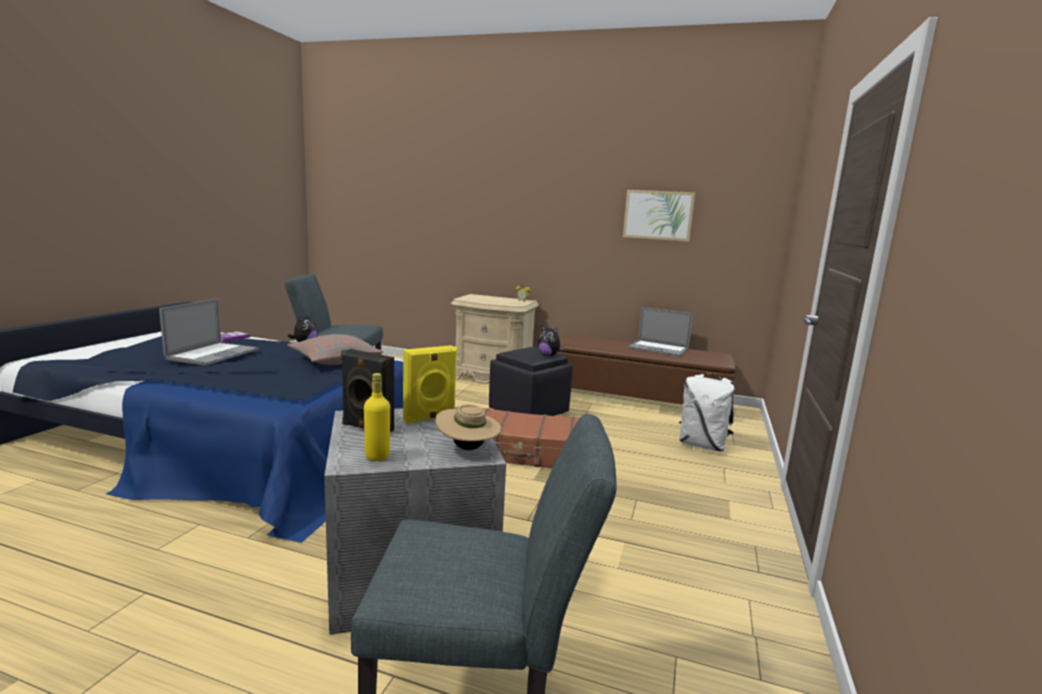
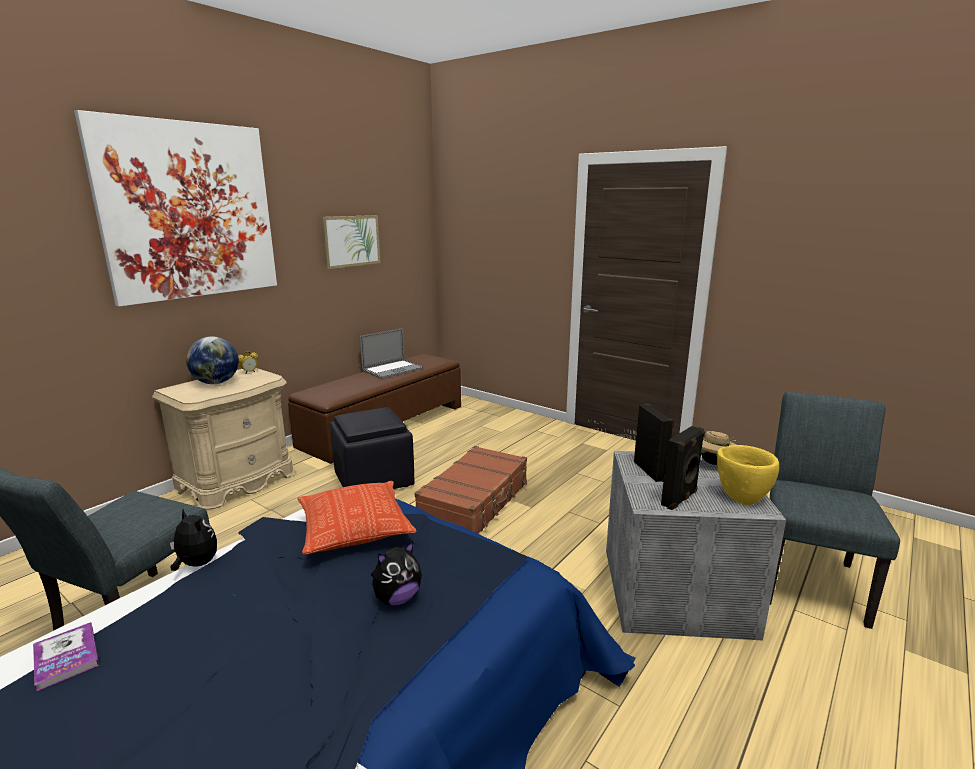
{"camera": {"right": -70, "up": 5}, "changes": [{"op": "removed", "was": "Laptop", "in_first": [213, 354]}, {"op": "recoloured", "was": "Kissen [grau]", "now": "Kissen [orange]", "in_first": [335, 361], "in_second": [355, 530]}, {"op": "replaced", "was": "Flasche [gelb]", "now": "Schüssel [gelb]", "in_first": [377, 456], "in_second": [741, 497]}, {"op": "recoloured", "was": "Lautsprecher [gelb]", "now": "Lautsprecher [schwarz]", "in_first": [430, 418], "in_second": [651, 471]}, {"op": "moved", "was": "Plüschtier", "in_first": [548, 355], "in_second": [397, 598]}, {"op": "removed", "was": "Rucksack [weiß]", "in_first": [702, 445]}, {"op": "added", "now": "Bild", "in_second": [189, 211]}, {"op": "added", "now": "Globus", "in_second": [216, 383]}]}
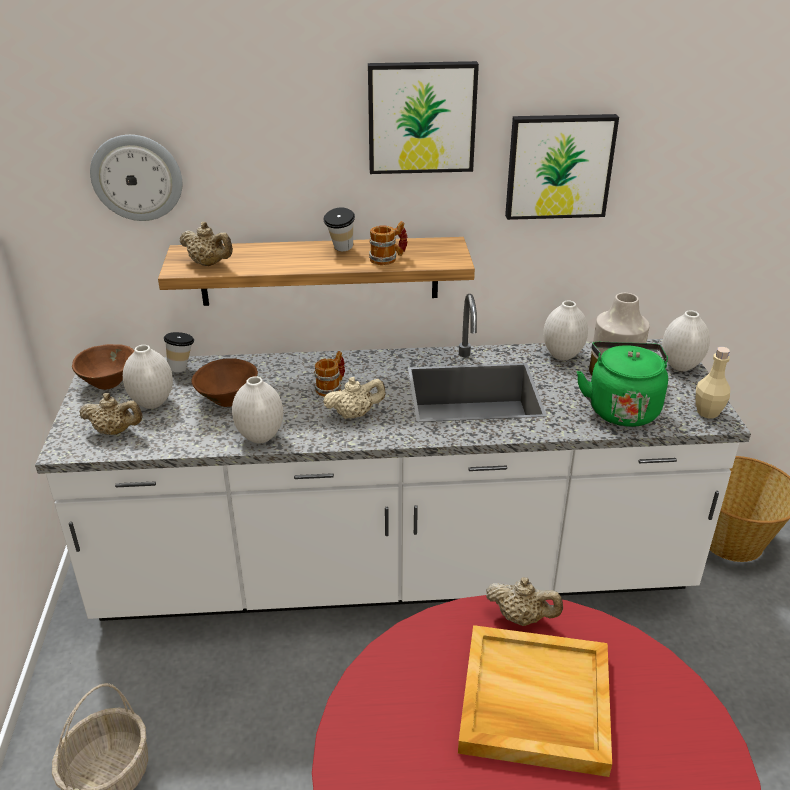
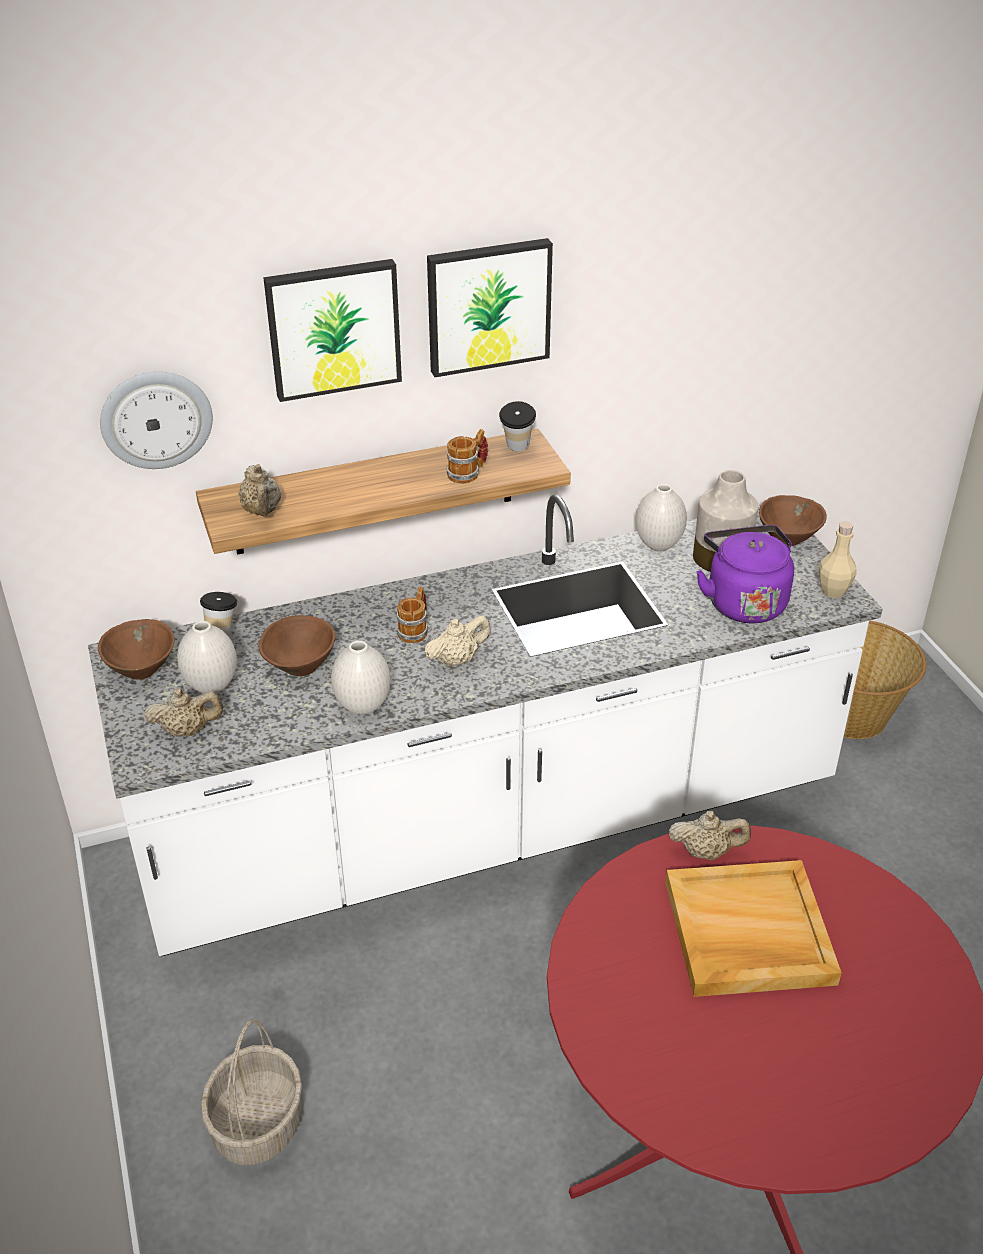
{"camera": {"right": -15, "up": 5}, "changes": [{"op": "turned", "was": "Teekanne [beige]", "in_first": [209, 264], "in_second": [262, 511], "clockwise": 60}, {"op": "moved", "was": "Tasse", "in_first": [340, 250], "in_second": [517, 450]}, {"op": "moved", "was": "Bild", "in_first": [559, 166], "in_second": [333, 328]}, {"op": "recoloured", "was": "Wasserkessel [grün]", "now": "Wasserkessel [lila]", "in_first": [621, 408], "in_second": [743, 601]}, {"op": "replaced", "was": "Vase [weiß]", "now": "Schüssel [braun]", "in_first": [679, 366], "in_second": [788, 538]}]}
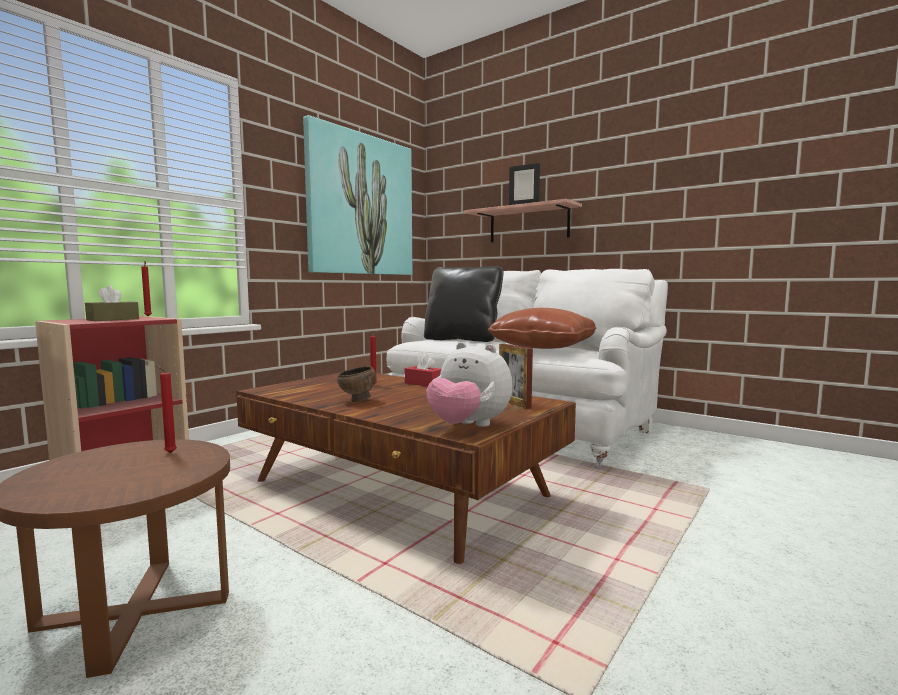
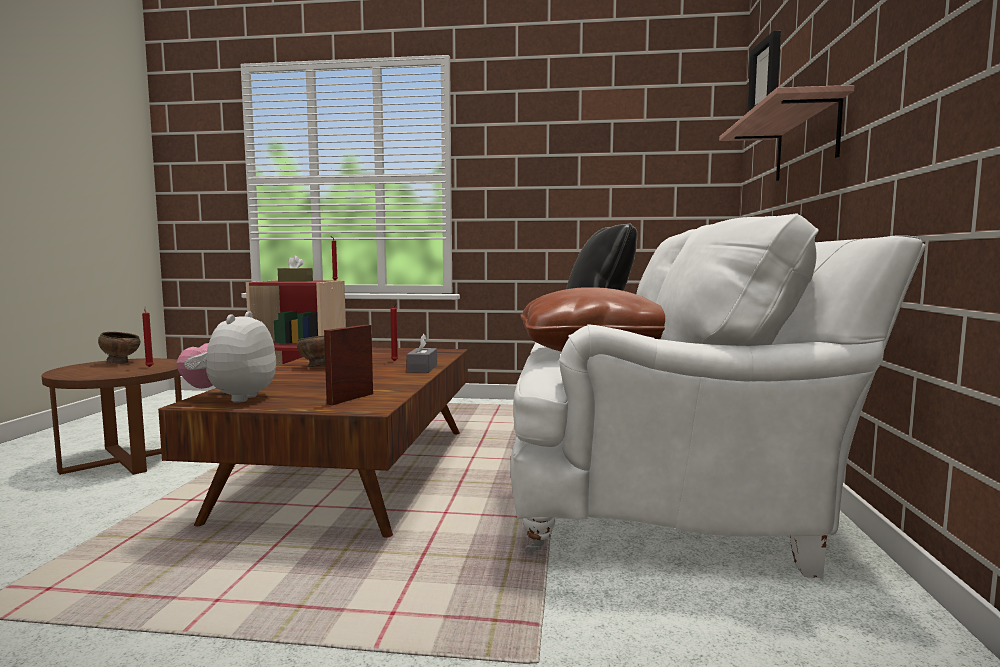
{"camera": {"right": 60, "up": 0}, "changes": [{"op": "removed", "was": "Bild", "in_first": [360, 205]}, {"op": "recoloured", "was": "Taschentuchbox [rot]", "now": "Taschentuchbox [grau]", "in_first": [424, 383], "in_second": [422, 368]}, {"op": "added", "now": "Schüssel [braun]", "in_second": [121, 362]}]}
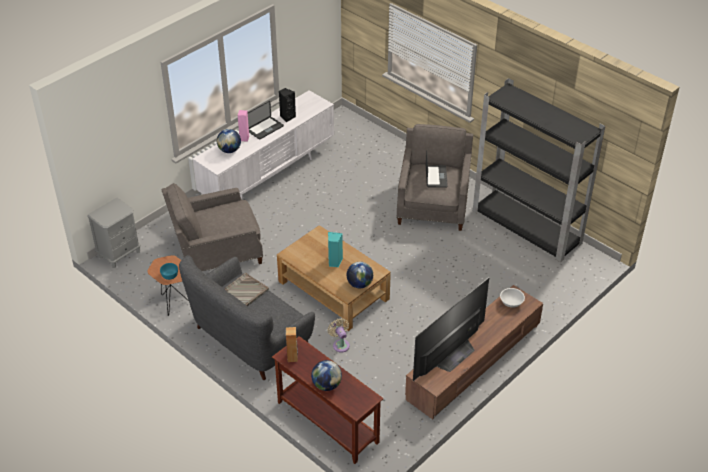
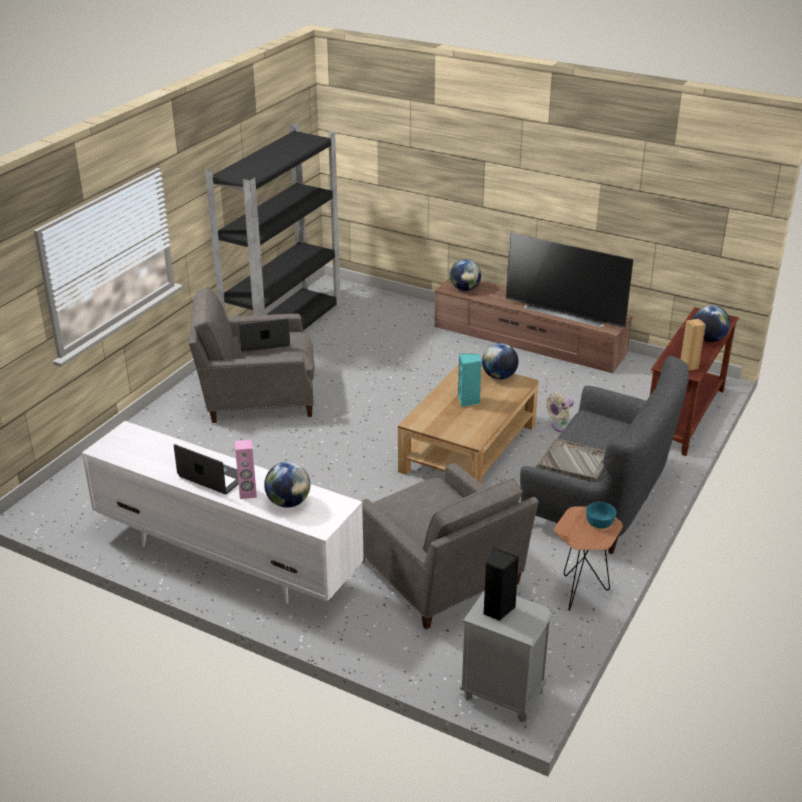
{"camera": {"right": -105, "up": -10}, "changes": [{"op": "moved", "was": "Lautsprecher [schwarz]", "in_first": [287, 117], "in_second": [497, 609]}, {"op": "replaced", "was": "Schüssel [weiß]", "now": "Globus", "in_first": [511, 303], "in_second": [465, 289]}]}
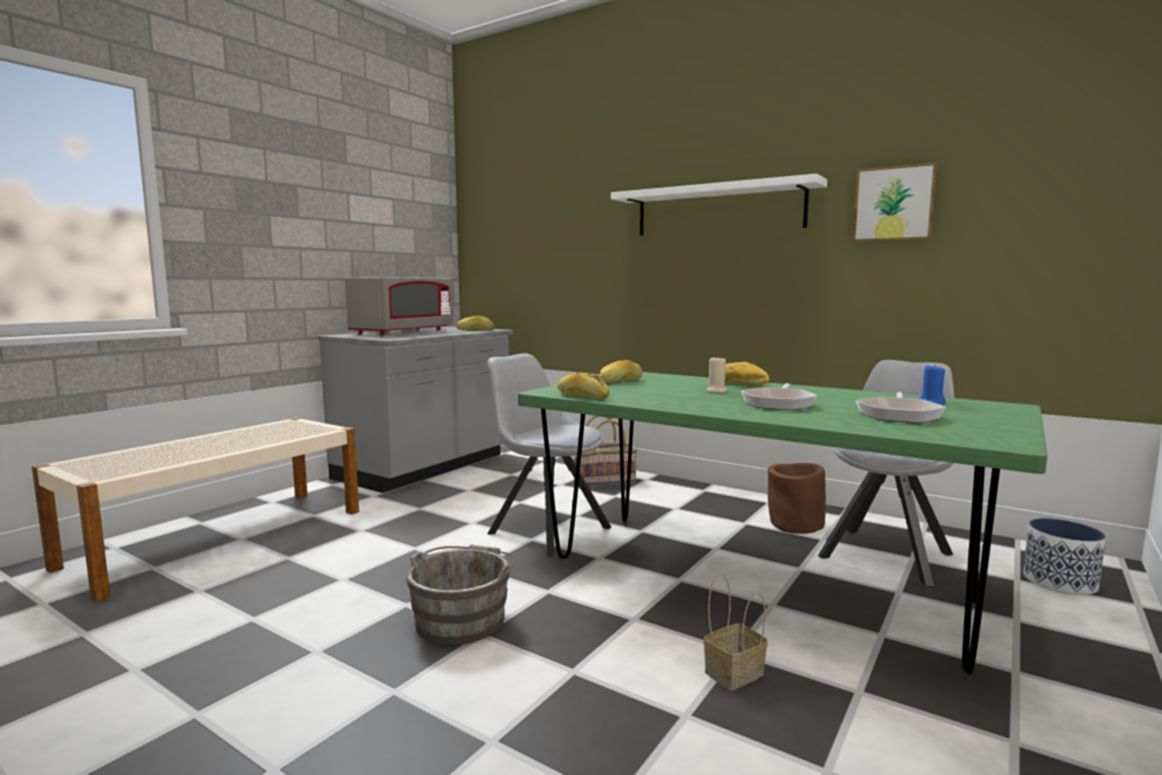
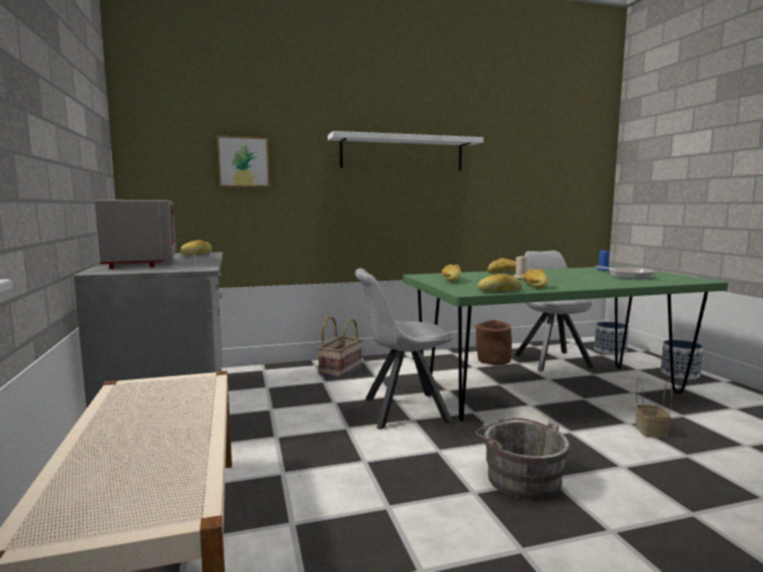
{"camera": {"right": -50, "up": 0}, "changes": [{"op": "removed", "was": "Pfanne", "in_first": [779, 403]}, {"op": "moved", "was": "Bild", "in_first": [894, 204], "in_second": [243, 162]}, {"op": "added", "now": "Brot", "in_second": [534, 286]}, {"op": "added", "now": "Pflanzkübel", "in_second": [680, 374]}]}
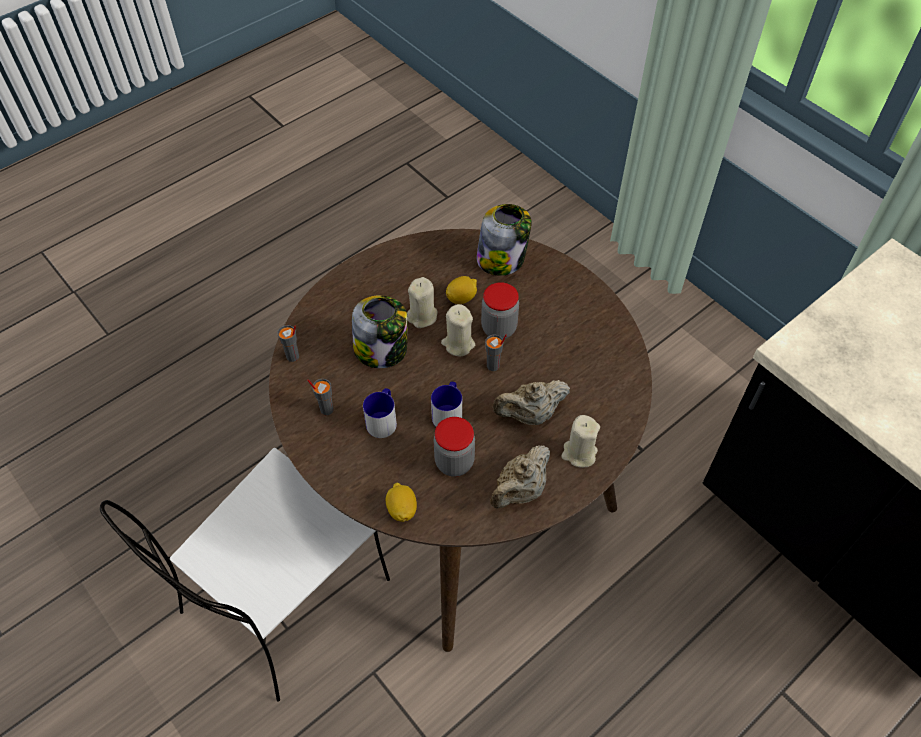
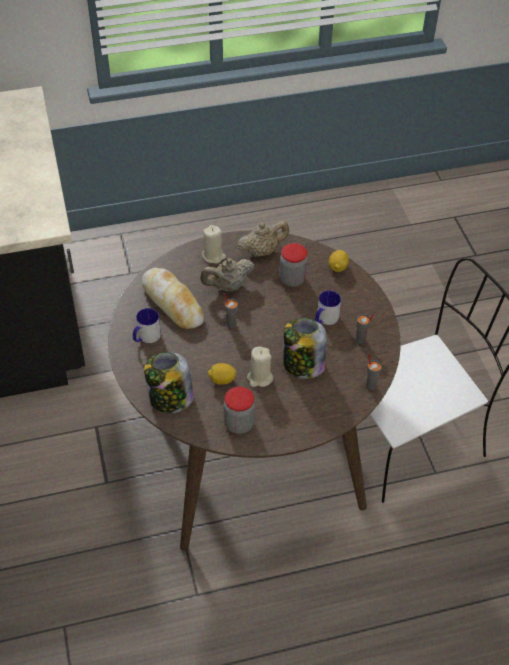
{"camera": {"right": -155, "up": -5}, "changes": [{"op": "moved", "was": "Henkelbecher", "in_first": [448, 412], "in_second": [146, 337]}, {"op": "removed", "was": "Kerze [beige]", "in_first": [458, 344]}, {"op": "moved", "was": "Vorratsglas", "in_first": [499, 328], "in_second": [239, 423]}, {"op": "turned", "was": "Teekanne [beige]", "in_first": [530, 414], "in_second": [227, 286], "clockwise": 150}, {"op": "added", "now": "Brot", "in_second": [172, 303]}]}
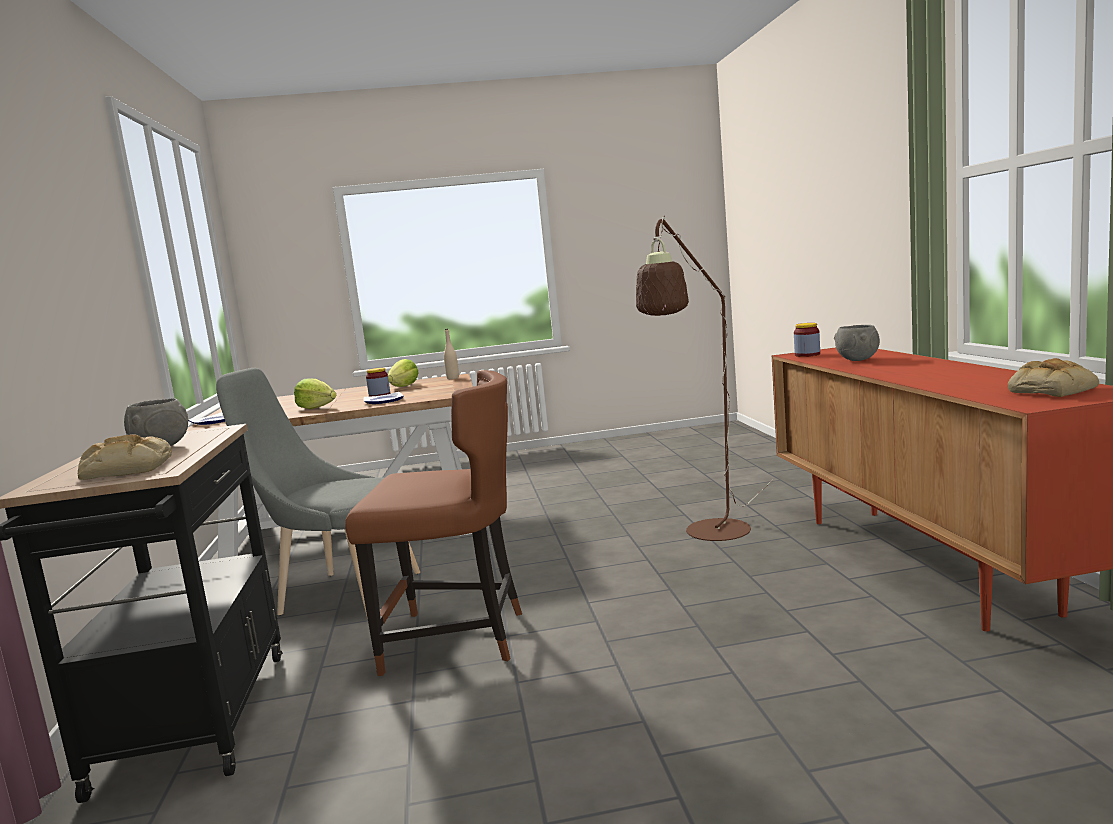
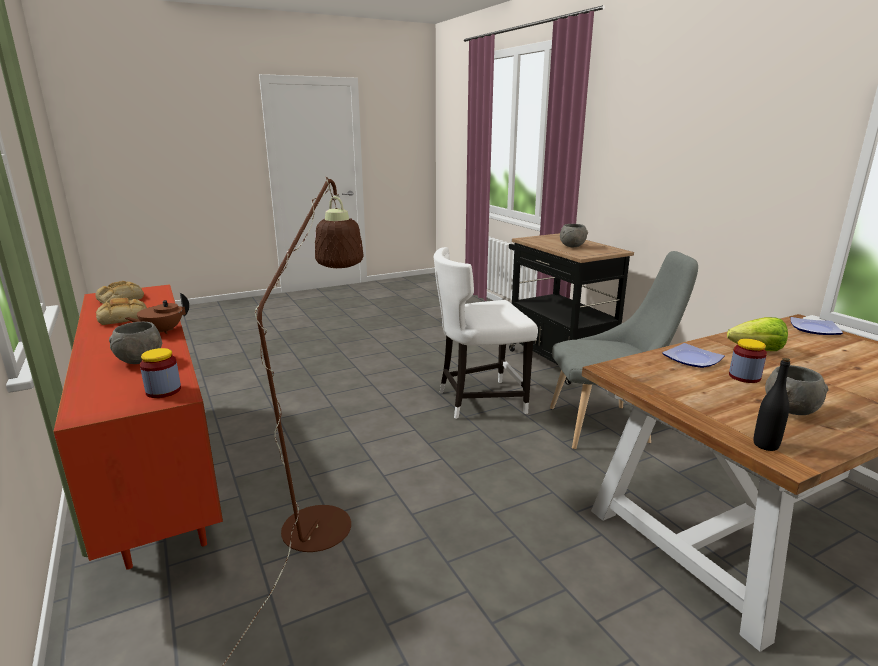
{"camera": {"right": 160, "up": 10}, "changes": [{"op": "moved", "was": "Brot", "in_first": [125, 470], "in_second": [123, 317]}, {"op": "recoloured", "was": "Stuhl [braun]", "now": "Stuhl [weiß]", "in_first": [458, 639], "in_second": [479, 400]}, {"op": "replaced", "was": "Salatkopf", "now": "Schüssel [grau]", "in_first": [404, 386], "in_second": [789, 411]}, {"op": "recoloured", "was": "Flasche [beige]", "now": "Flasche [schwarz]", "in_first": [453, 378], "in_second": [765, 445]}, {"op": "added", "now": "Teekanne [braun]", "in_second": [162, 331]}]}
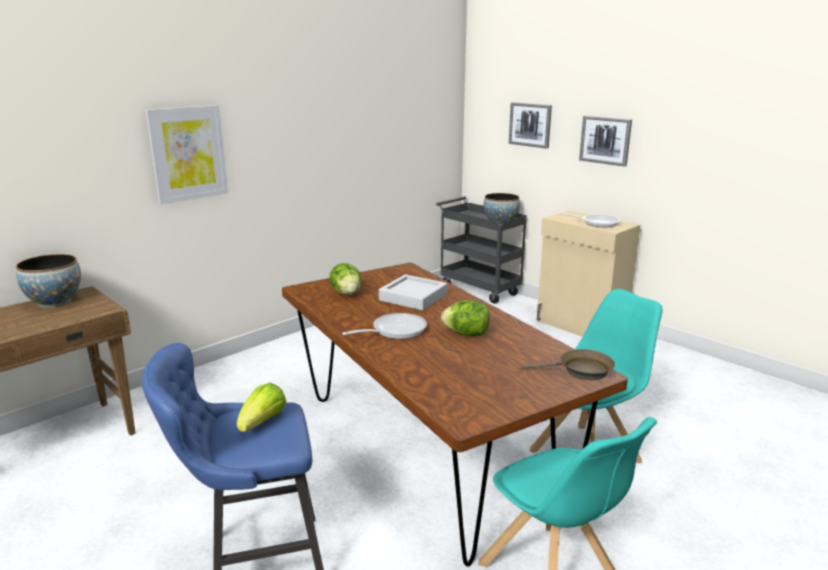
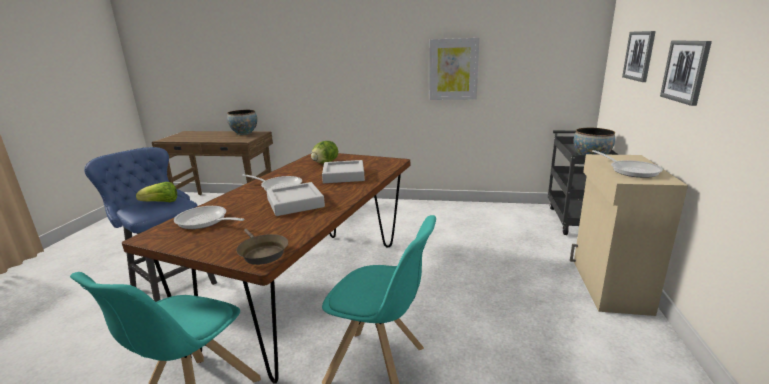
{"camera": {"right": 55, "up": 0}, "changes": [{"op": "moved", "was": "Bild", "in_first": [188, 153], "in_second": [453, 69]}, {"op": "replaced", "was": "Salatkopf", "now": "Tablett [grau]", "in_first": [466, 334], "in_second": [295, 203]}, {"op": "added", "now": "Pfanne", "in_second": [205, 221]}]}
